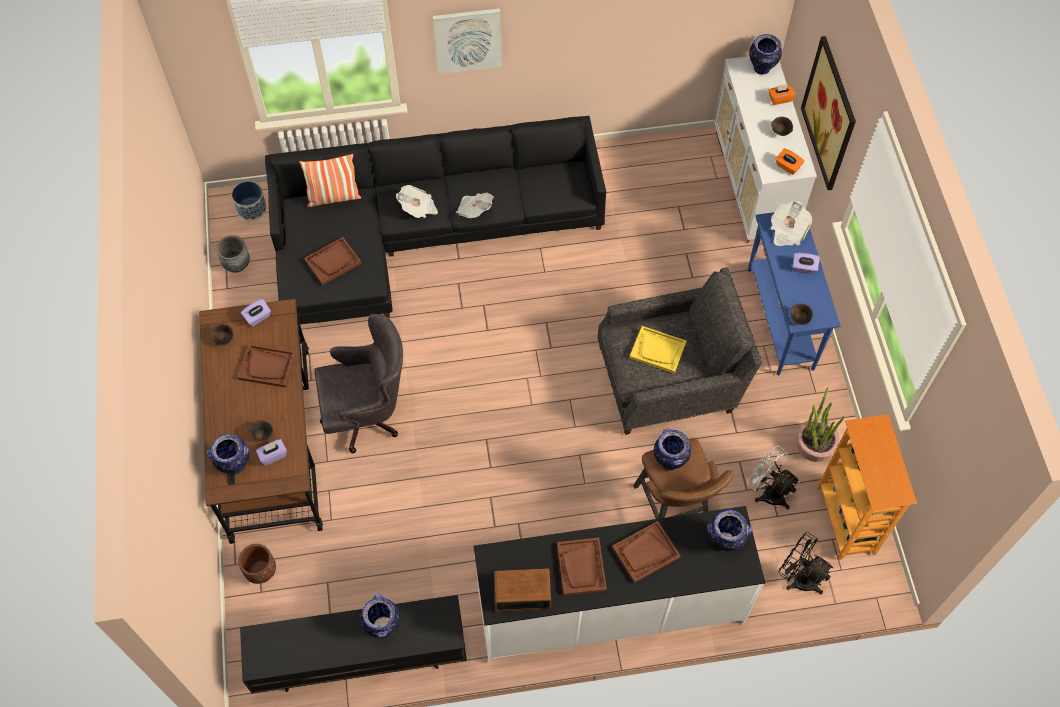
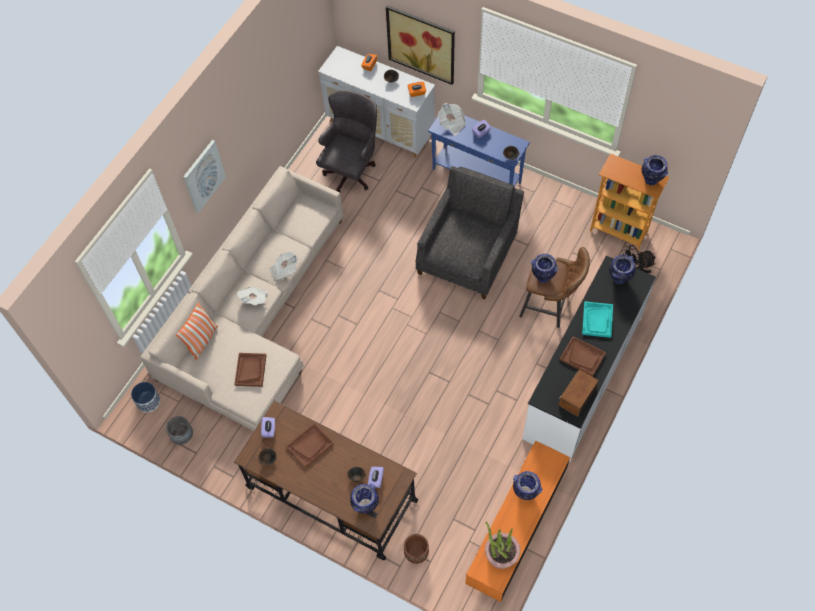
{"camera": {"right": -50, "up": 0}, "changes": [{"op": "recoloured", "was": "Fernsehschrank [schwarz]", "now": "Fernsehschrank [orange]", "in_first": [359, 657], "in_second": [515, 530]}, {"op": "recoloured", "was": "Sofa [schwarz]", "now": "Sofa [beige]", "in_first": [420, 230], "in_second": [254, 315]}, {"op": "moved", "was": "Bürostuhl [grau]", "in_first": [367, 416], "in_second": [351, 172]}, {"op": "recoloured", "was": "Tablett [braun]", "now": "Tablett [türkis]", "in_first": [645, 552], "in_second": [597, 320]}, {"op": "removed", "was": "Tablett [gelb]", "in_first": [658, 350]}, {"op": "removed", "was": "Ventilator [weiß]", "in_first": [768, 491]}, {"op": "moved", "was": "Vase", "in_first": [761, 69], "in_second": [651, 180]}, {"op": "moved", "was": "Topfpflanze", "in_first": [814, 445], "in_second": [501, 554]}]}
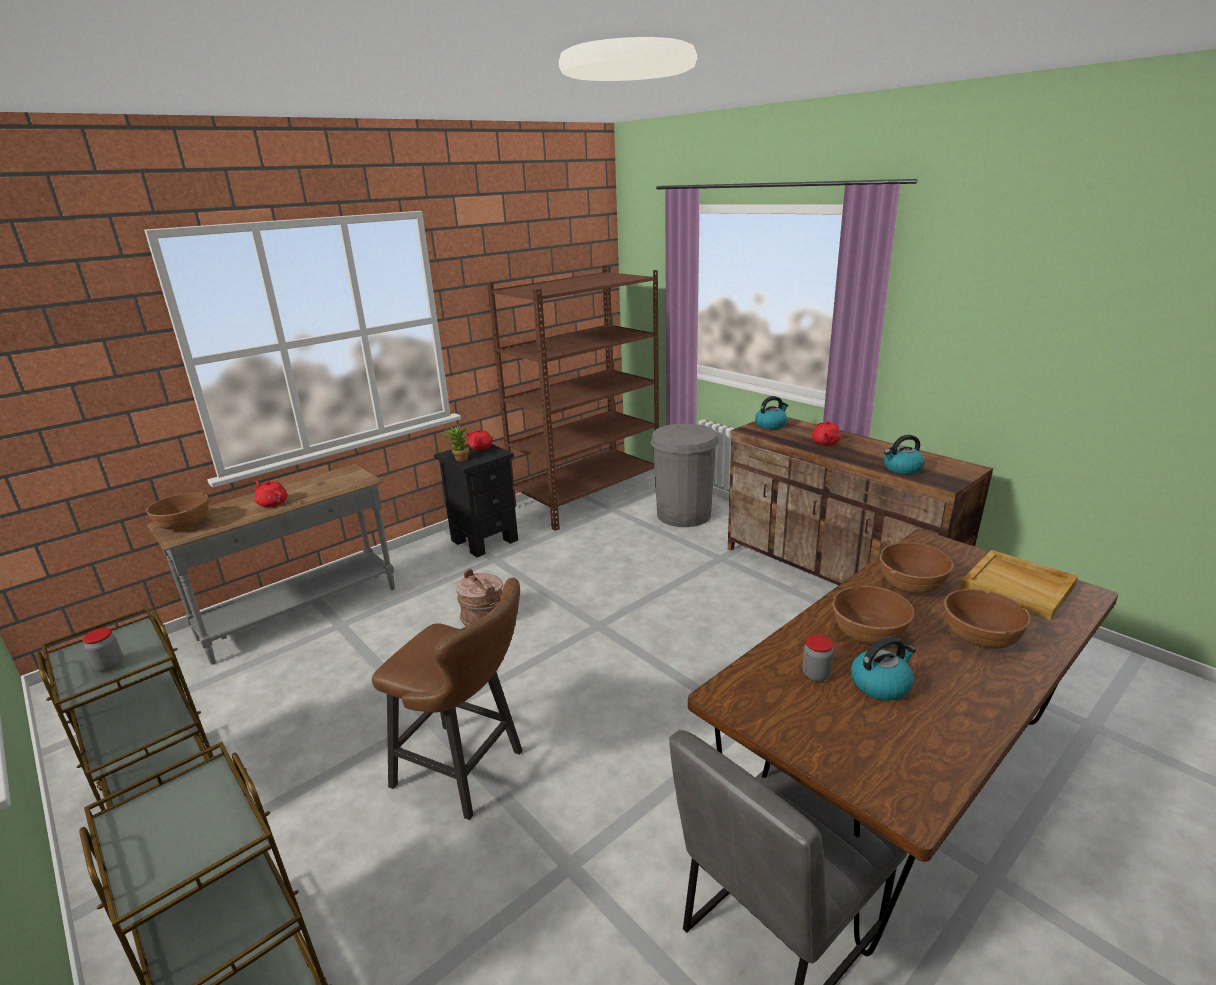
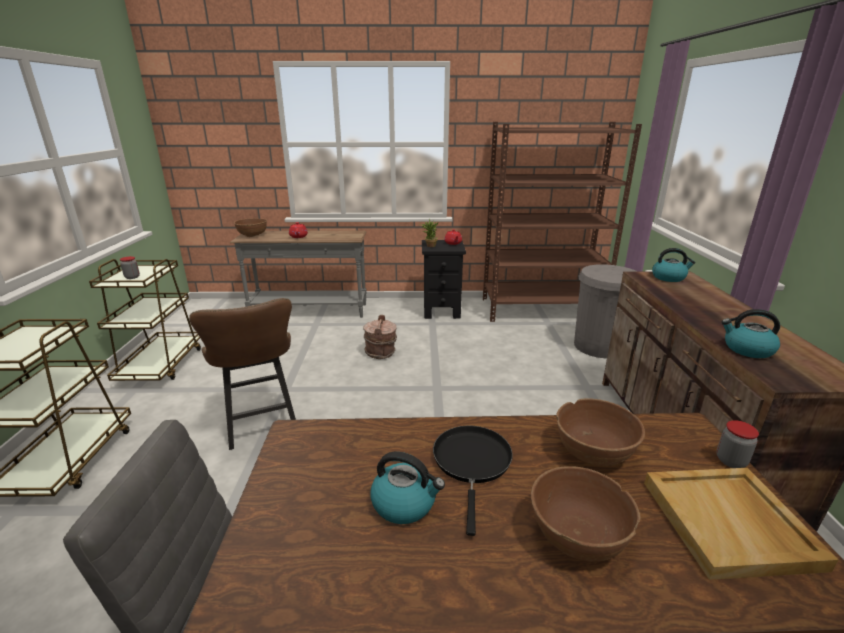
{"camera": {"right": 40, "up": 0}, "changes": [{"op": "moved", "was": "Vorratsglas", "in_first": [816, 674], "in_second": [731, 461]}, {"op": "removed", "was": "Teekanne [rot]", "in_first": [825, 442]}, {"op": "replaced", "was": "Schüssel [braun]", "now": "Pfanne [schwarz]", "in_first": [868, 634], "in_second": [472, 463]}]}
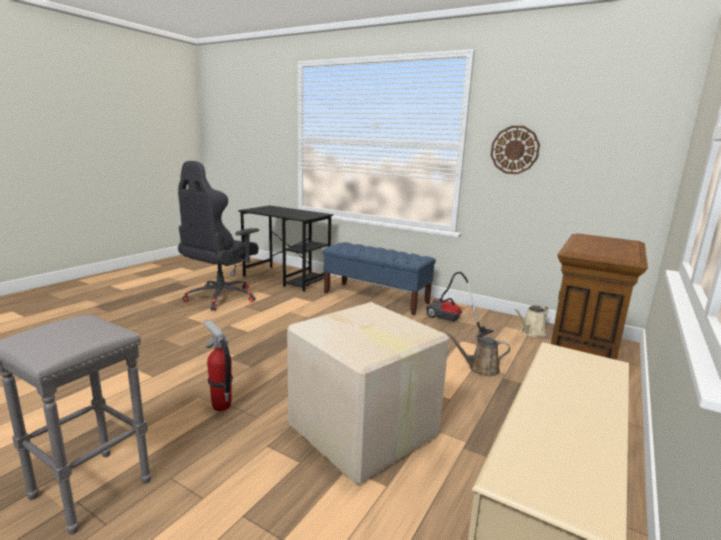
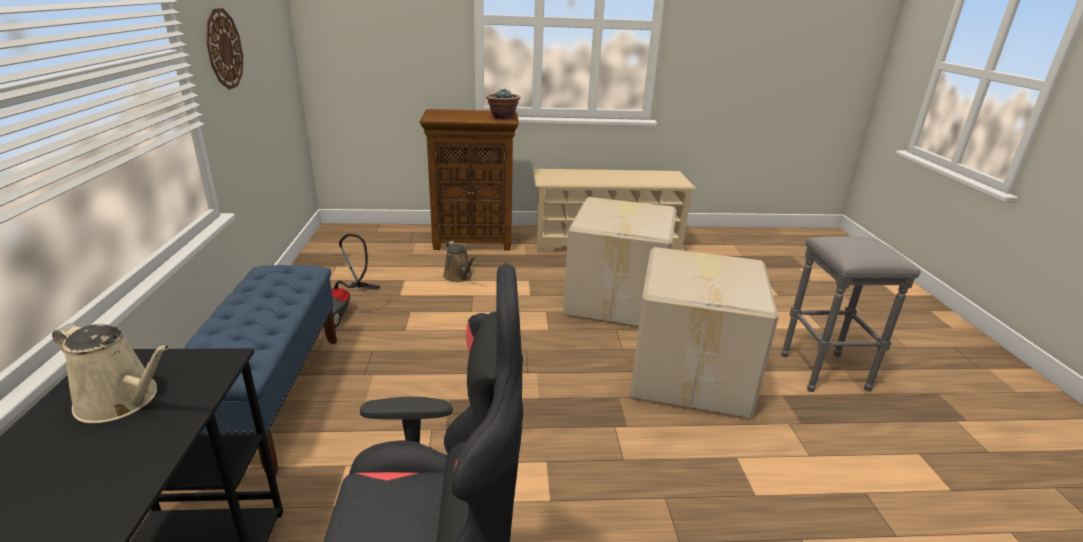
{"camera": {"right": -125, "up": 10}, "changes": [{"op": "replaced", "was": "Feuerlöscher", "now": "Karton", "in_first": [221, 406], "in_second": [691, 374]}, {"op": "moved", "was": "Gießkanne [beige]", "in_first": [531, 332], "in_second": [122, 401]}, {"op": "added", "now": "Topfpflanze", "in_second": [502, 117]}]}
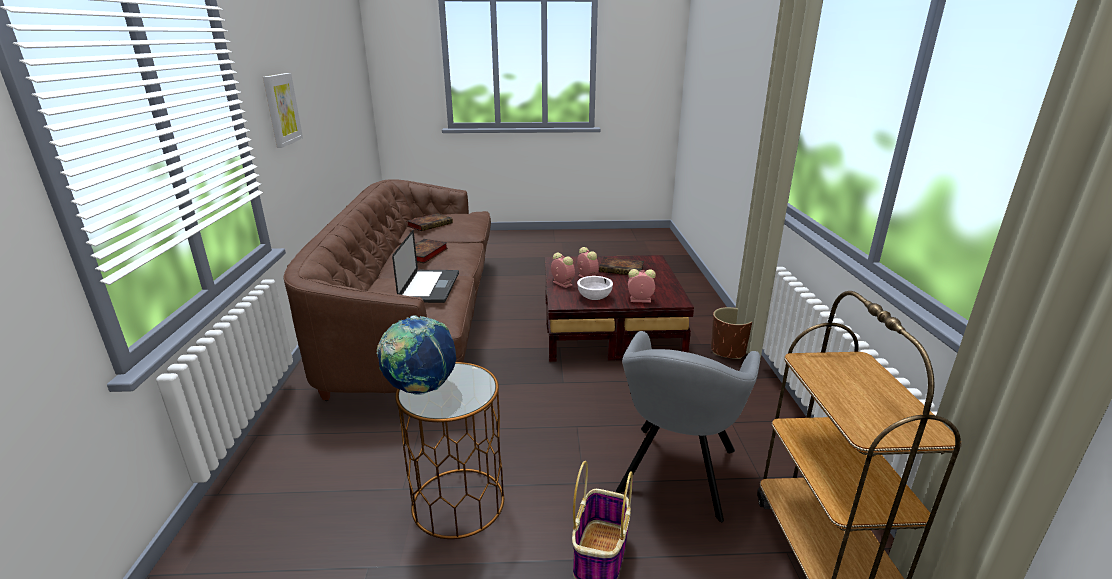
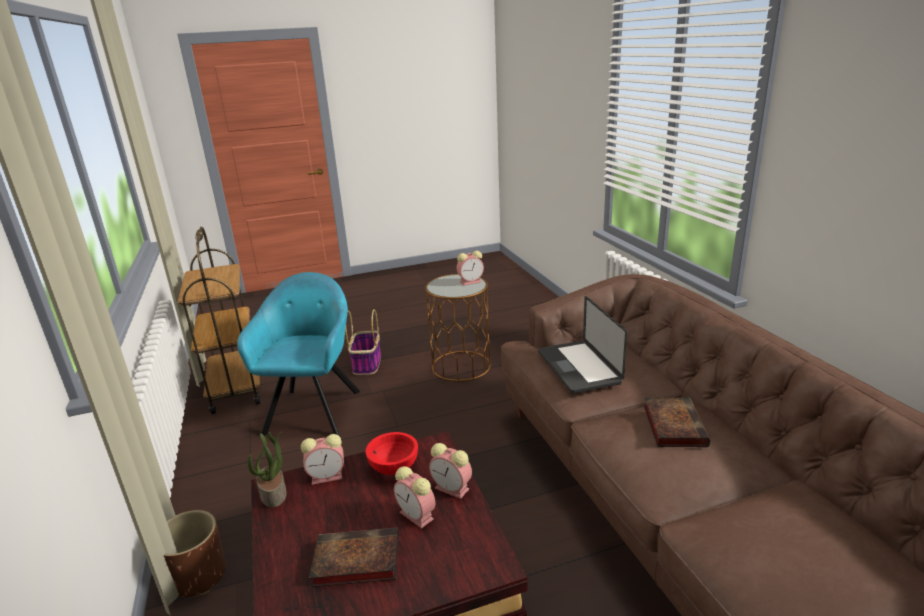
{"camera": {"right": 165, "up": 0}, "changes": [{"op": "removed", "was": "Bild", "in_first": [281, 109]}, {"op": "replaced", "was": "Globus", "now": "Wecker", "in_first": [420, 389], "in_second": [471, 281]}, {"op": "removed", "was": "Buch", "in_first": [430, 224]}, {"op": "recoloured", "was": "Schüssel [weiß]", "now": "Schüssel [rot]", "in_first": [594, 297], "in_second": [394, 466]}, {"op": "recoloured", "was": "Sessel [grau]", "now": "Sessel [türkis]", "in_first": [676, 474], "in_second": [314, 409]}, {"op": "added", "now": "Topfpflanze", "in_second": [274, 494]}]}
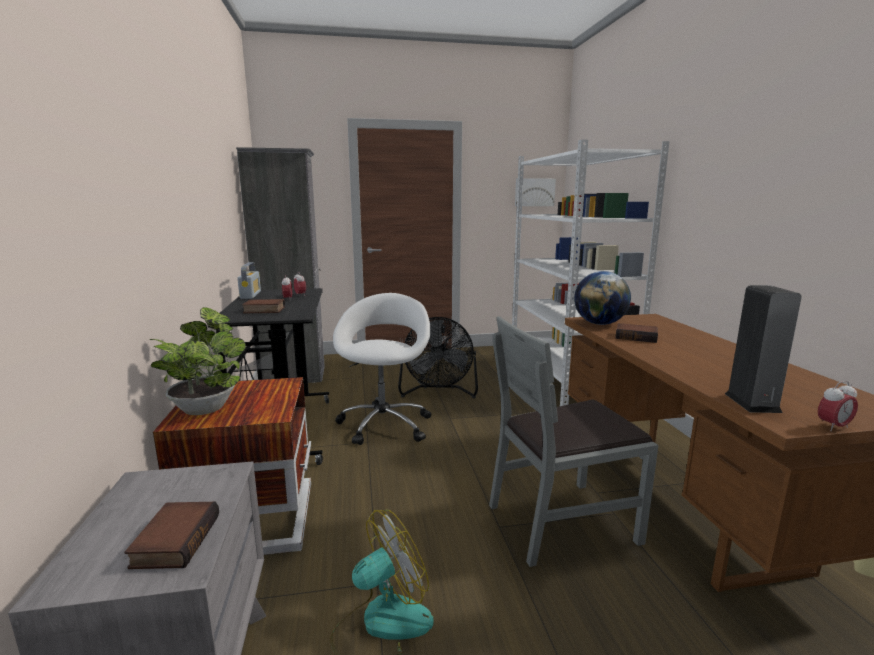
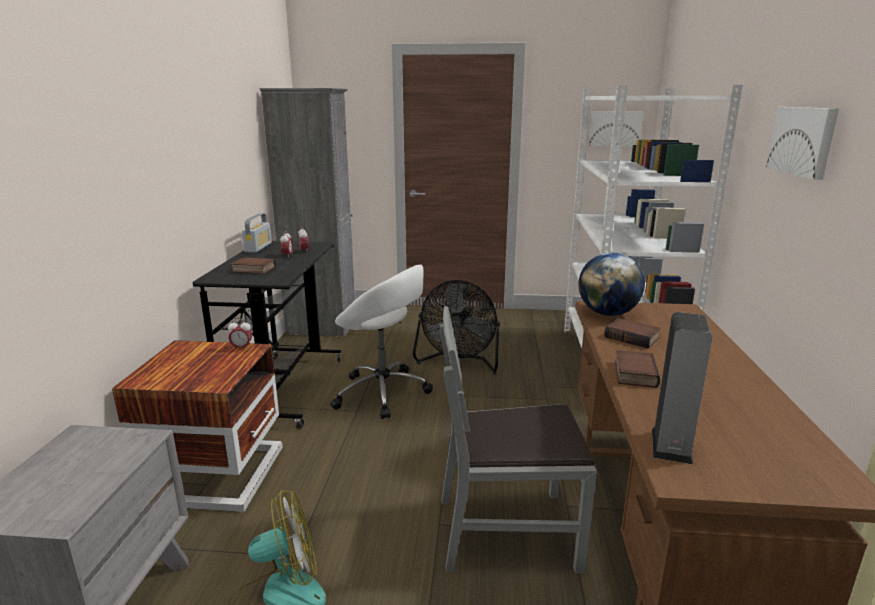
{"camera": {"right": 15, "up": 5}, "changes": [{"op": "moved", "was": "Buch", "in_first": [174, 540], "in_second": [633, 373]}, {"op": "removed", "was": "Topfpflanze", "in_first": [206, 407]}, {"op": "turned", "was": "Bürostuhl [weiß]", "in_first": [385, 424], "in_second": [384, 393], "clockwise": 90}, {"op": "moved", "was": "Wecker", "in_first": [833, 427], "in_second": [241, 348]}, {"op": "added", "now": "Bild", "in_second": [803, 141]}]}
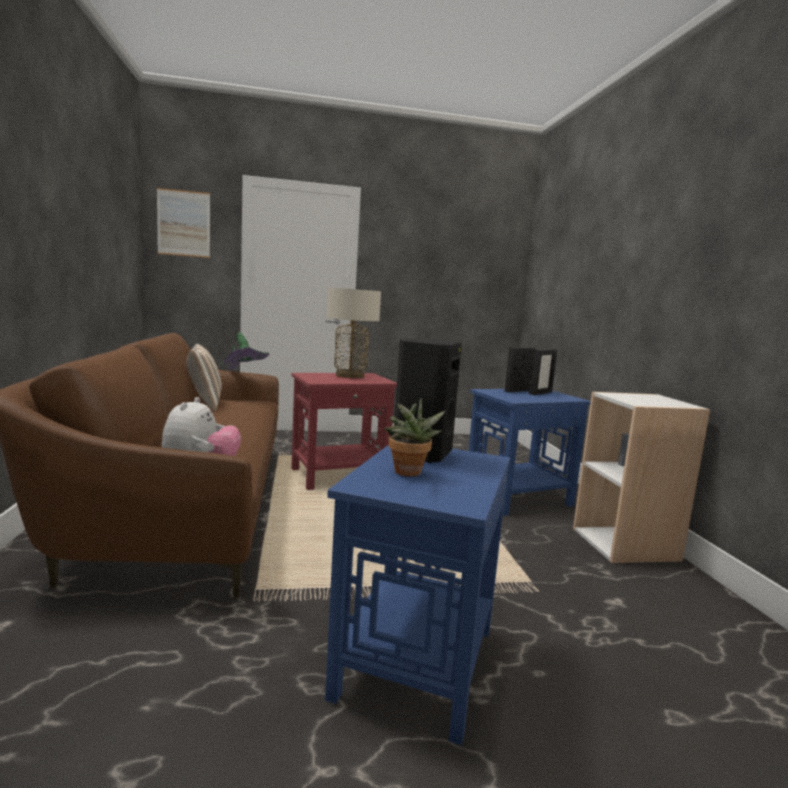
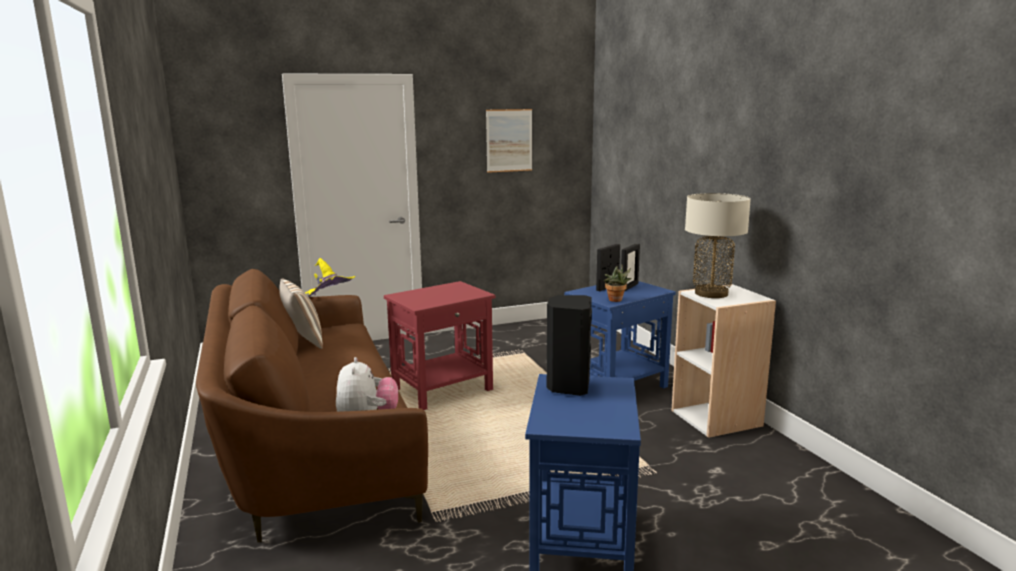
{"camera": {"right": -10, "up": 5}, "changes": [{"op": "moved", "was": "Bild", "in_first": [183, 223], "in_second": [509, 140]}, {"op": "recoloured", "was": "Hut [grün]", "now": "Hut [gelb]", "in_first": [243, 375], "in_second": [329, 301]}, {"op": "moved", "was": "Tischlampe", "in_first": [350, 376], "in_second": [711, 293]}, {"op": "moved", "was": "Topfpflanze", "in_first": [408, 473], "in_second": [616, 300]}]}
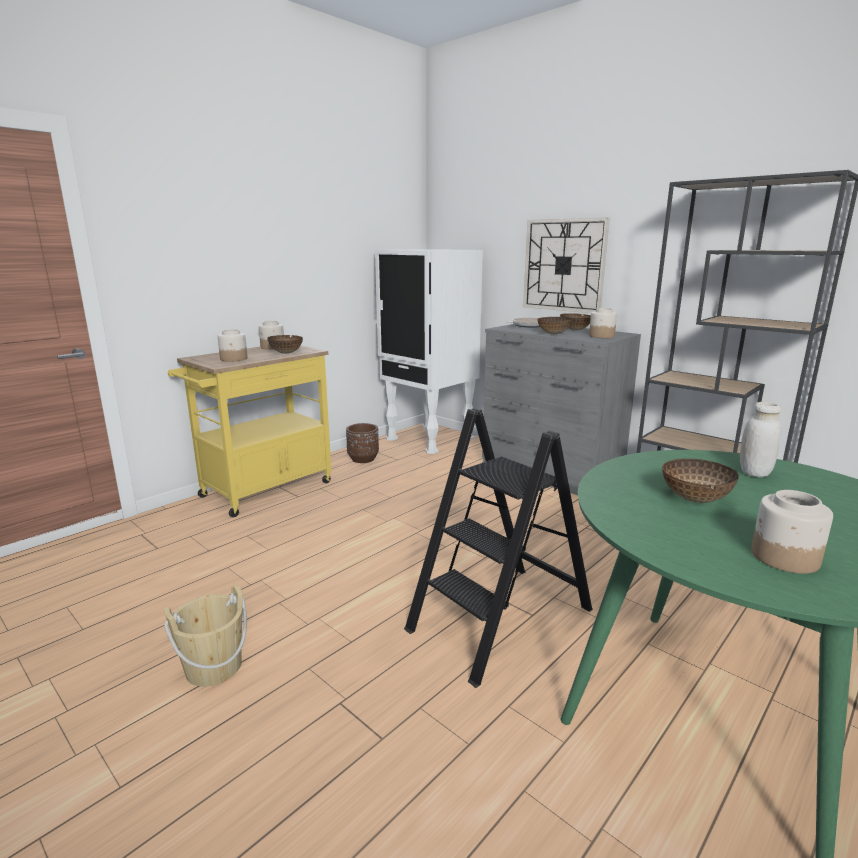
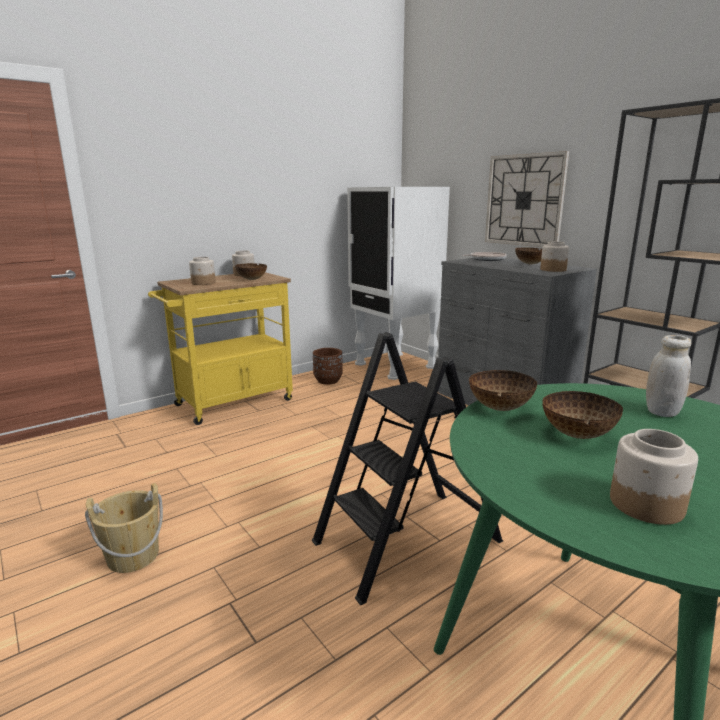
{"camera": {"right": 10, "up": 0}, "changes": [{"op": "moved", "was": "Schüssel", "in_first": [553, 334], "in_second": [499, 407]}]}
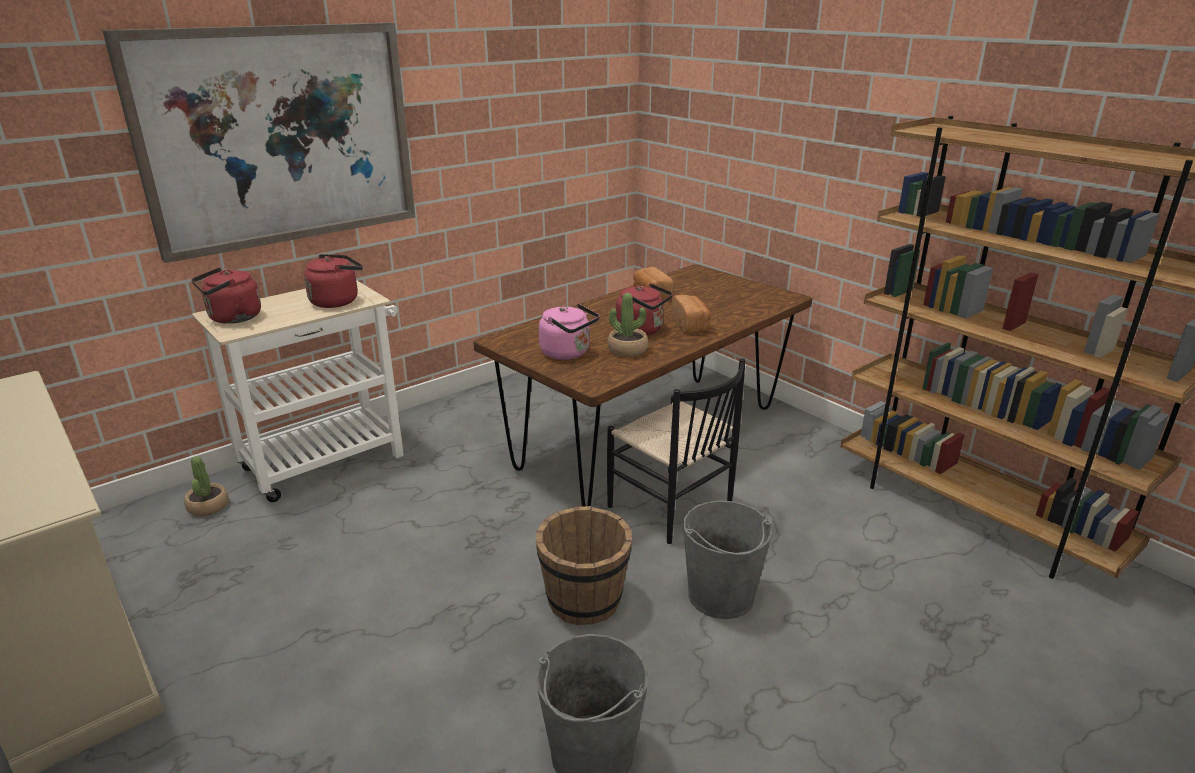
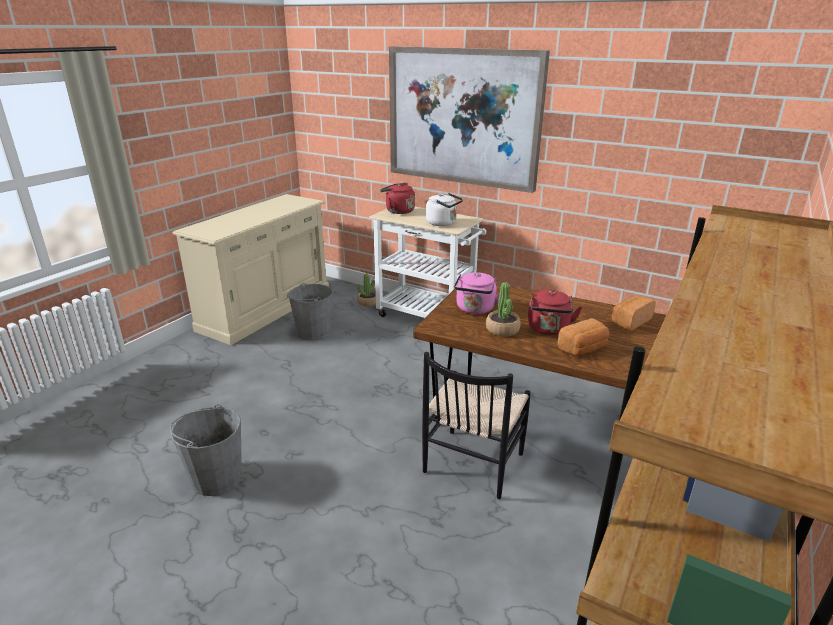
{"camera": {"right": 70, "up": 0}, "changes": [{"op": "recoloured", "was": "Wasserkessel [rot]", "now": "Wasserkessel [weiß]", "in_first": [337, 301], "in_second": [443, 223]}, {"op": "removed", "was": "Eimer [braun]", "in_first": [584, 601]}, {"op": "moved", "was": "Eimer [grau]", "in_first": [721, 596], "in_second": [313, 332]}]}
